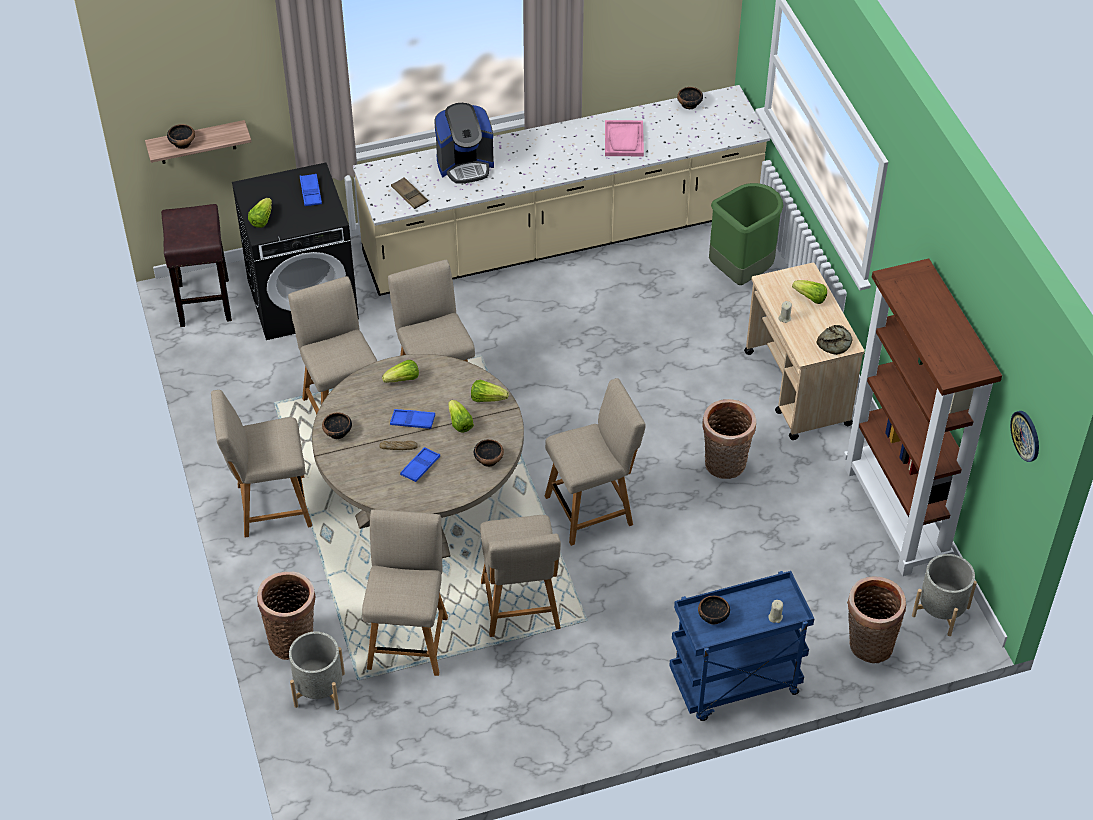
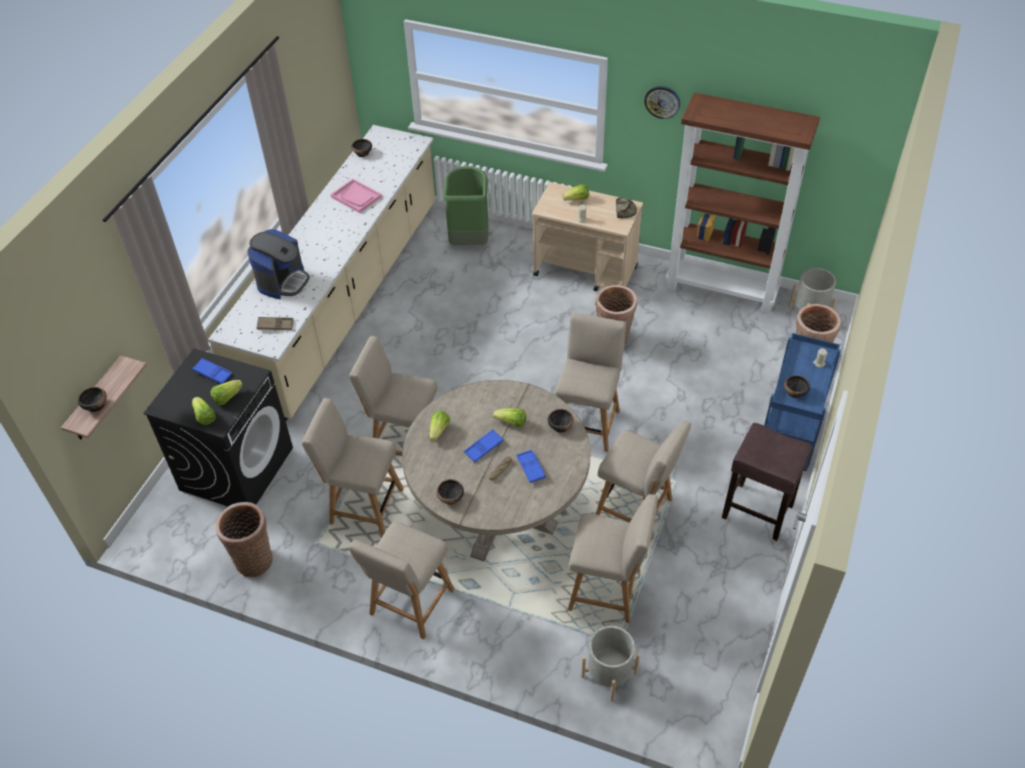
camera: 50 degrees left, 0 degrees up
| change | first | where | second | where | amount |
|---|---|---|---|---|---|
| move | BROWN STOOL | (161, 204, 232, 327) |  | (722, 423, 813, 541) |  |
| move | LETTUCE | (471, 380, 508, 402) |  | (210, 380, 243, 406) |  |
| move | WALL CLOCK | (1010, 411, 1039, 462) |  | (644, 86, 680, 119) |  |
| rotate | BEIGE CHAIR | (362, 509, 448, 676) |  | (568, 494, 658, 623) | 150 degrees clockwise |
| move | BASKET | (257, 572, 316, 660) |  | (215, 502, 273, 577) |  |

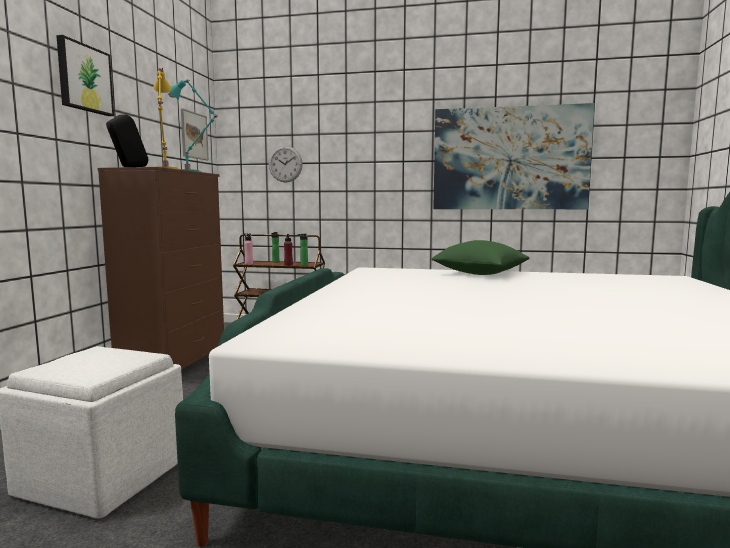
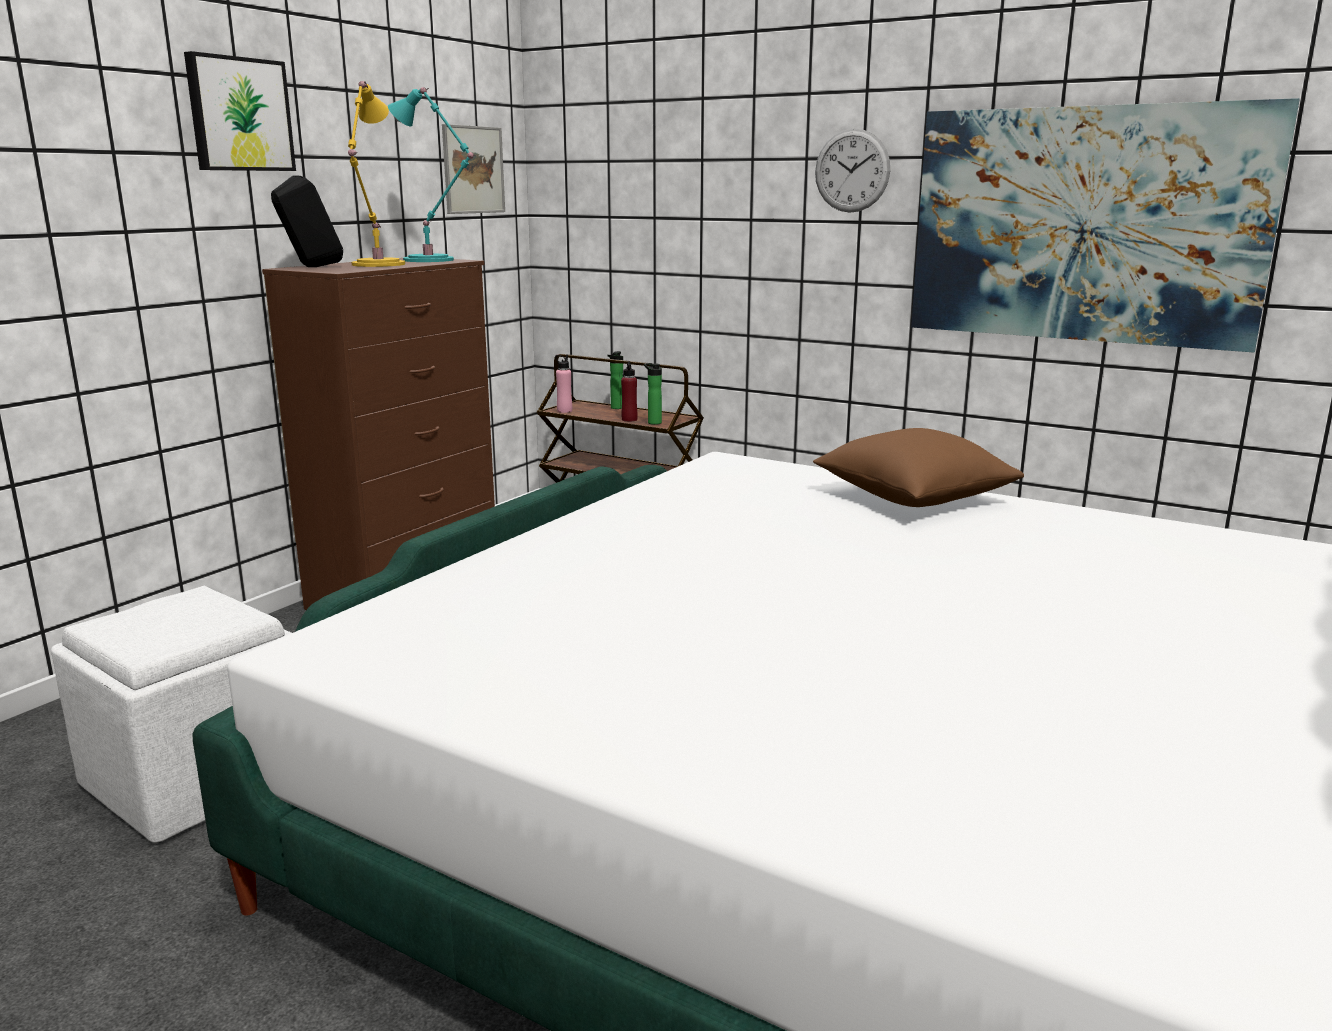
camera: 20 degrees right, 10 degrees up
| change | first | where | second | where | amount |
|---|---|---|---|---|---|
| move | WALL CLOCK | (268, 146, 303, 182) |  | (815, 129, 890, 213) |  |
| recolor | GREEN PILLOW | (431, 240, 529, 275) | BROWN PILLOW | (813, 428, 1024, 507) |  |

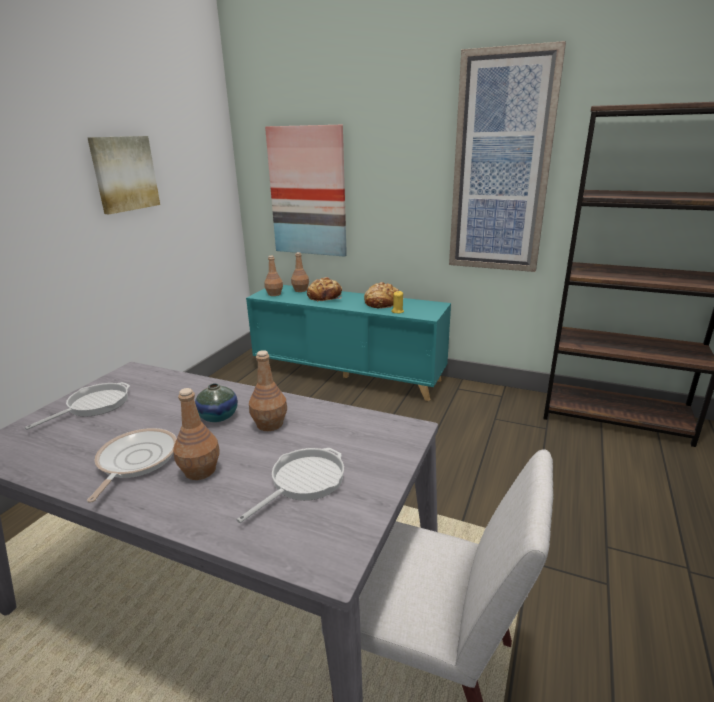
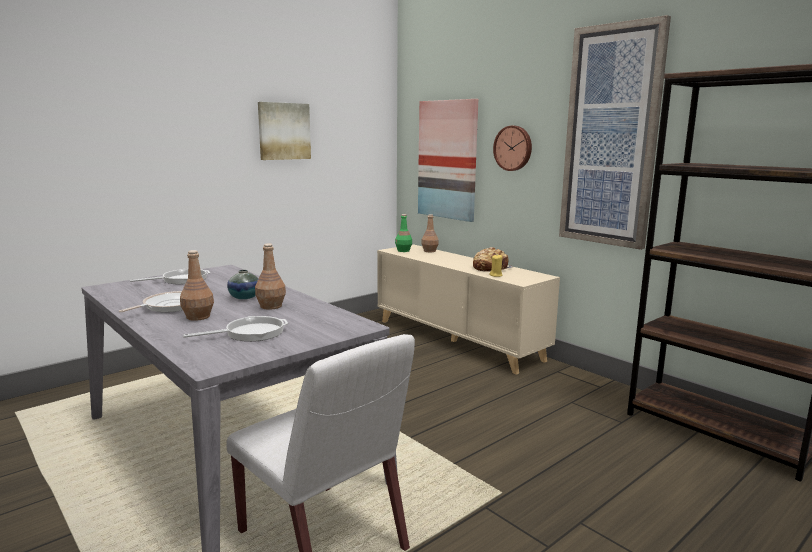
camera: 25 degrees right, 10 degrees down
| change | first | where | second | where | amount |
|---|---|---|---|---|---|
| recolor | BROWN BOTTLE | (264, 256, 283, 296) | GREEN BOTTLE | (395, 214, 412, 252) |  |
| delete | BREAD | (307, 277, 342, 302) |  |  |  |
| recolor | TURQUOISE CABINET | (246, 285, 451, 401) | BEIGE CABINET | (377, 244, 560, 375) |  |
| insert |  |  | WALL CLOCK | (493, 126, 532, 171) |  |

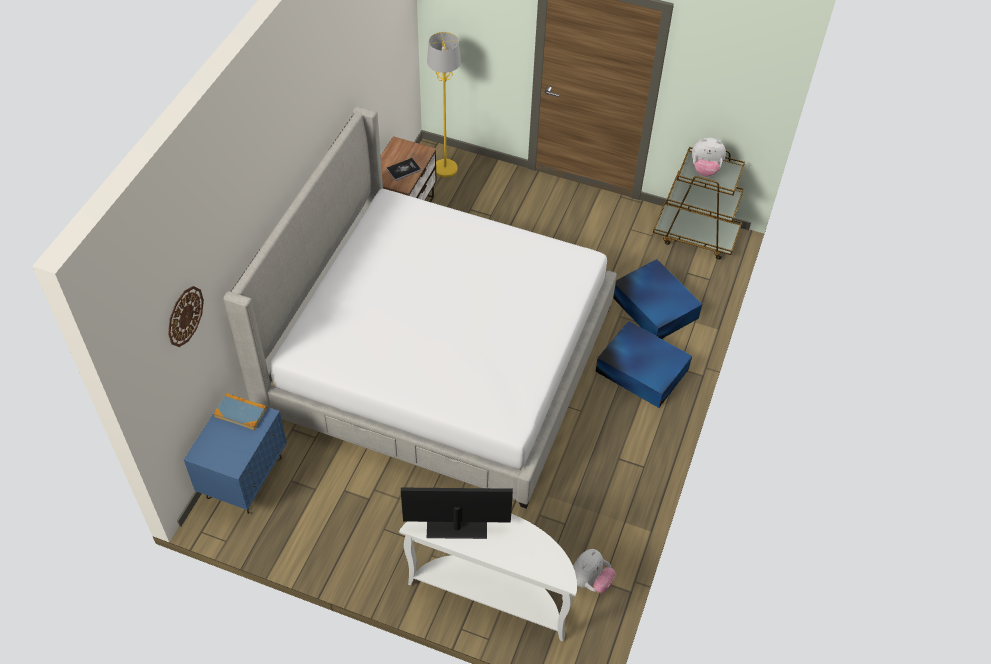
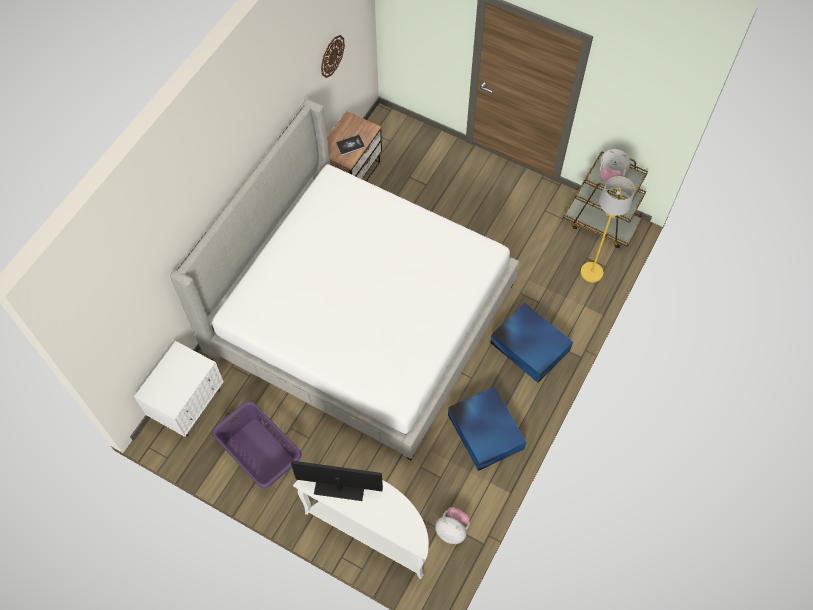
camera: 10 degrees right, 10 degrees up
| change | first | where | second | where | amount |
|---|---|---|---|---|---|
| move | YELLOW FLOOR LAMP | (427, 32, 461, 177) |  | (581, 176, 635, 282) |  |
| move | BLUE STORAGE BOX | (613, 259, 702, 339) |  | (448, 386, 526, 471) |  |
| move | WALL CLOCK | (168, 286, 204, 347) |  | (321, 35, 345, 78) |  |
| recolor | BLUE NIGHTSTAND | (184, 393, 287, 514) | WHITE NIGHTSTAND | (134, 341, 224, 437) |  |
| delete | BOOK | (214, 393, 267, 430) |  |  |  |
| rotate | PLUSH TOY | (573, 549, 615, 593) |  | (435, 507, 470, 544) | 105 degrees counterclockwise |
| insert |  |  | PURPLE LAUNDRY BASKET | (212, 401, 302, 488) |  |

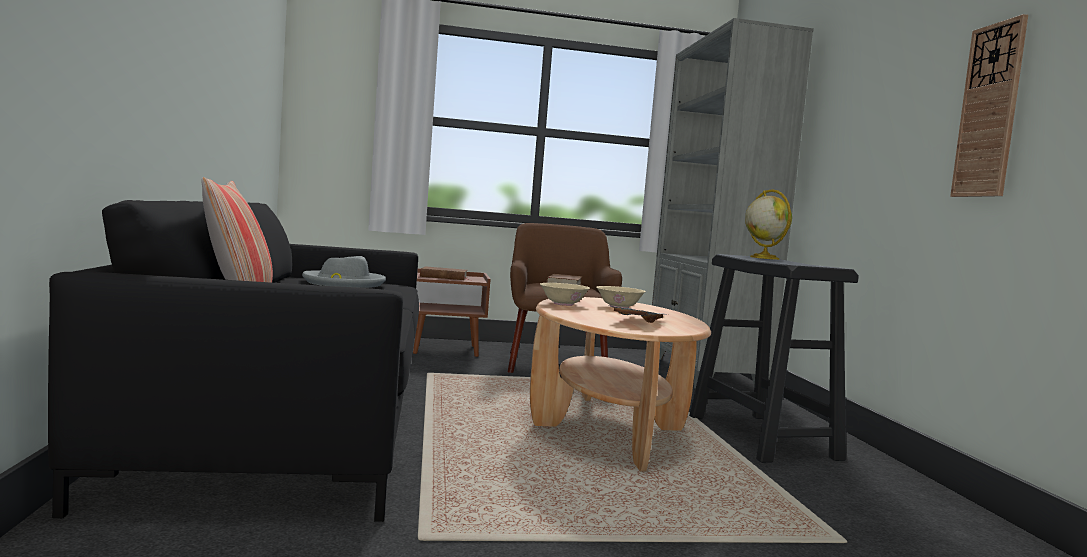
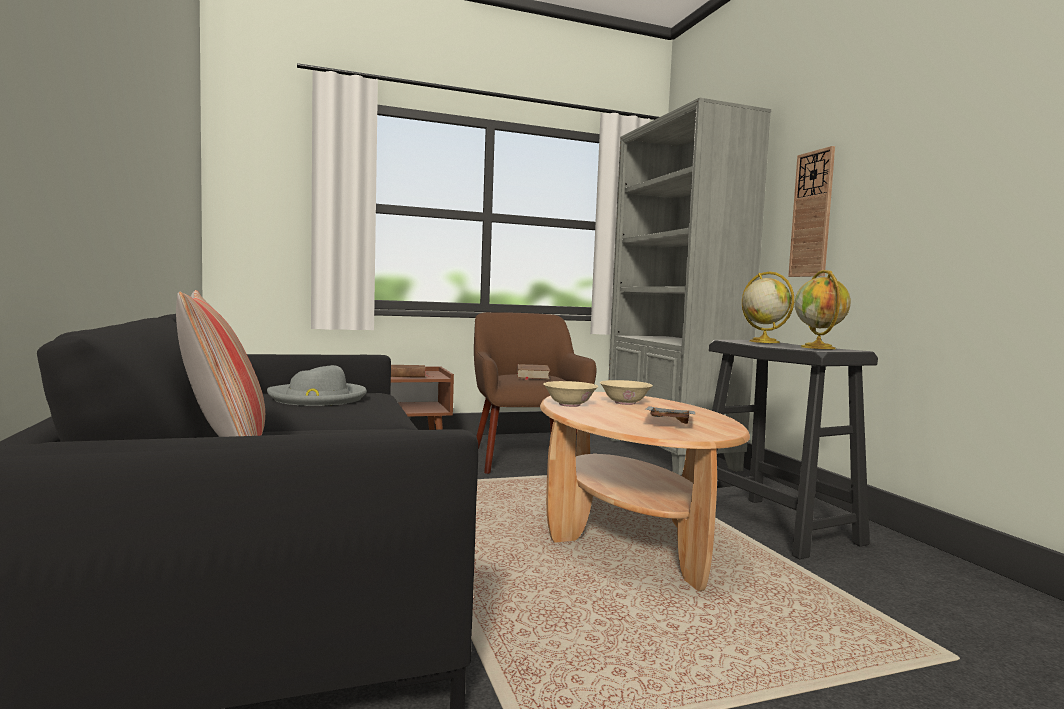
camera: 10 degrees left, 0 degrees up
| change | first | where | second | where | amount |
|---|---|---|---|---|---|
| move | WALL CLOCK | (950, 14, 1028, 197) |  | (788, 146, 835, 277) |  |
| insert |  |  | GLOBE | (794, 270, 851, 349) |  |

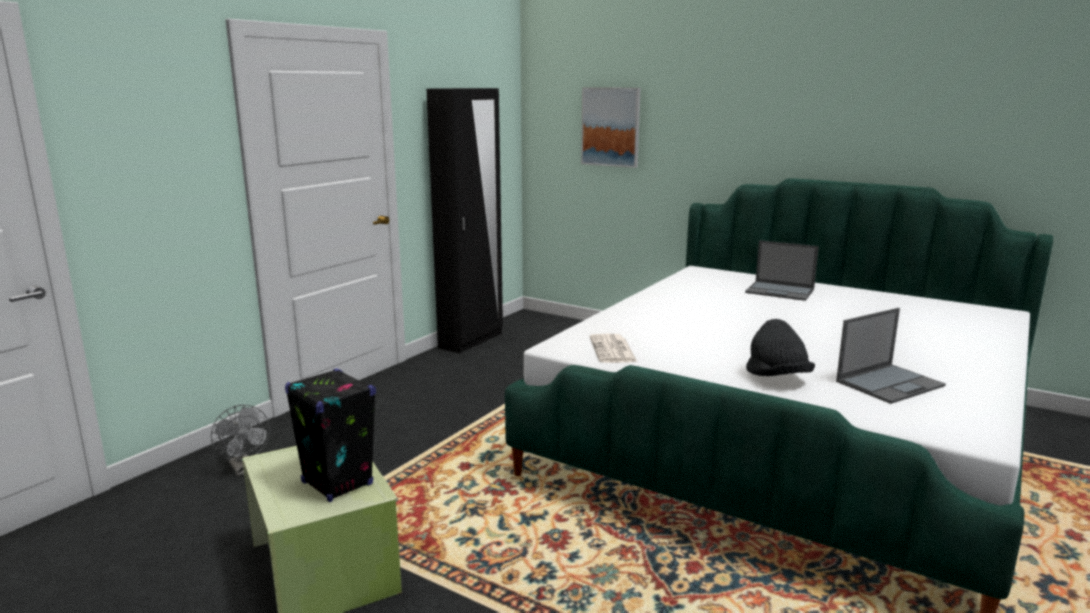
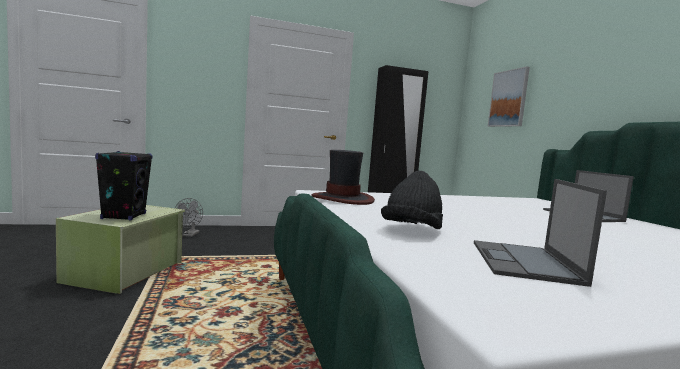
camera: 40 degrees right, 10 degrees down
| change | first | where | second | where | amount |
|---|---|---|---|---|---|
| rotate | LAPTOP | (836, 308, 946, 404) |  | (474, 179, 607, 287) | 90 degrees clockwise |
| replace | NEWSPAPER | (590, 334, 637, 363) | HAT | (311, 150, 375, 205) |  |

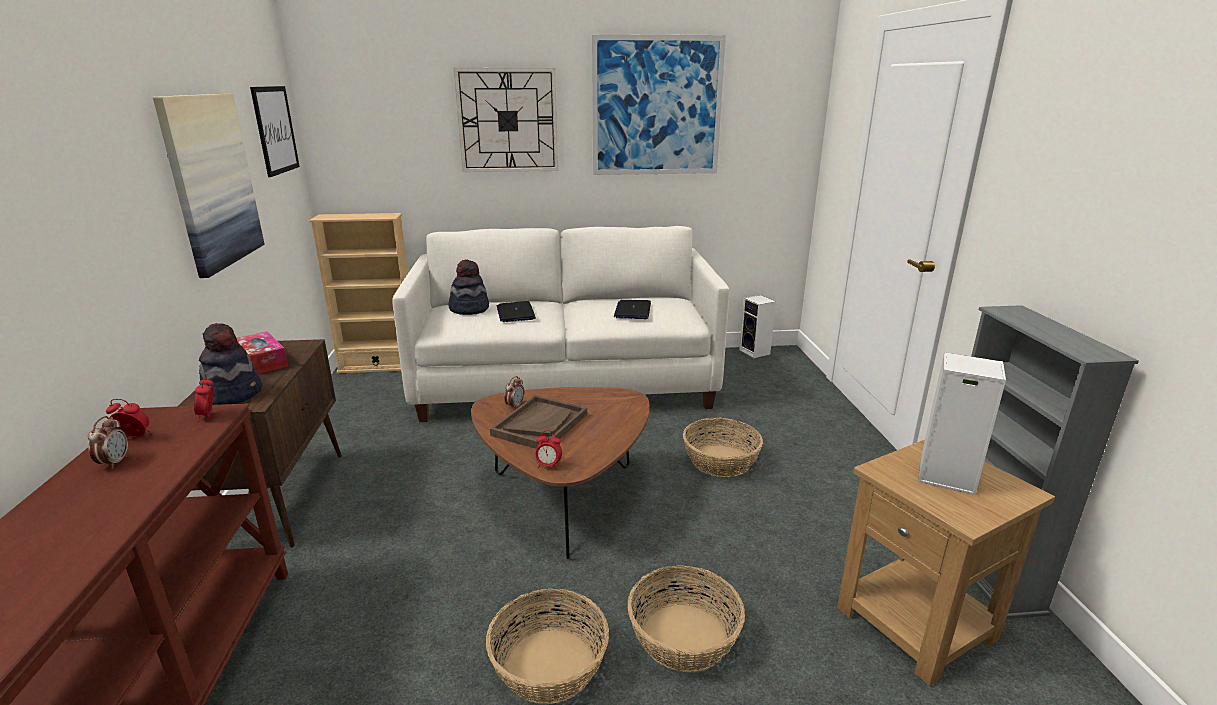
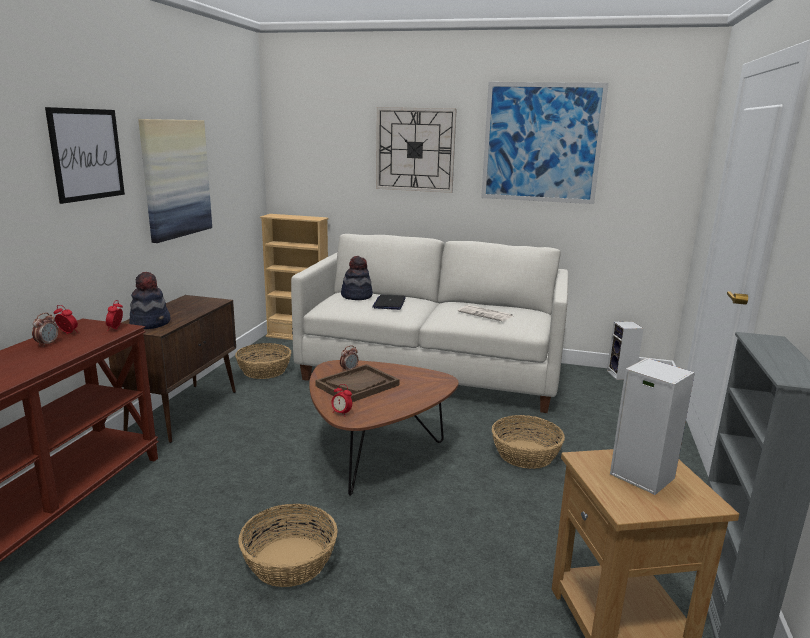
camera: 20 degrees right, 5 degrees down
| change | first | where | second | where | amount |
|---|---|---|---|---|---|
| move | PICTURE | (250, 86, 300, 177) |  | (45, 107, 125, 204) |  |
| replace | LAPTOP | (614, 300, 651, 319) | NEWSPAPER | (458, 305, 513, 321) |  |
| delete | TISSUE BOX | (237, 331, 288, 374) |  |  |  |
| move | BASKET | (628, 566, 745, 672) |  | (235, 343, 291, 379) |  |

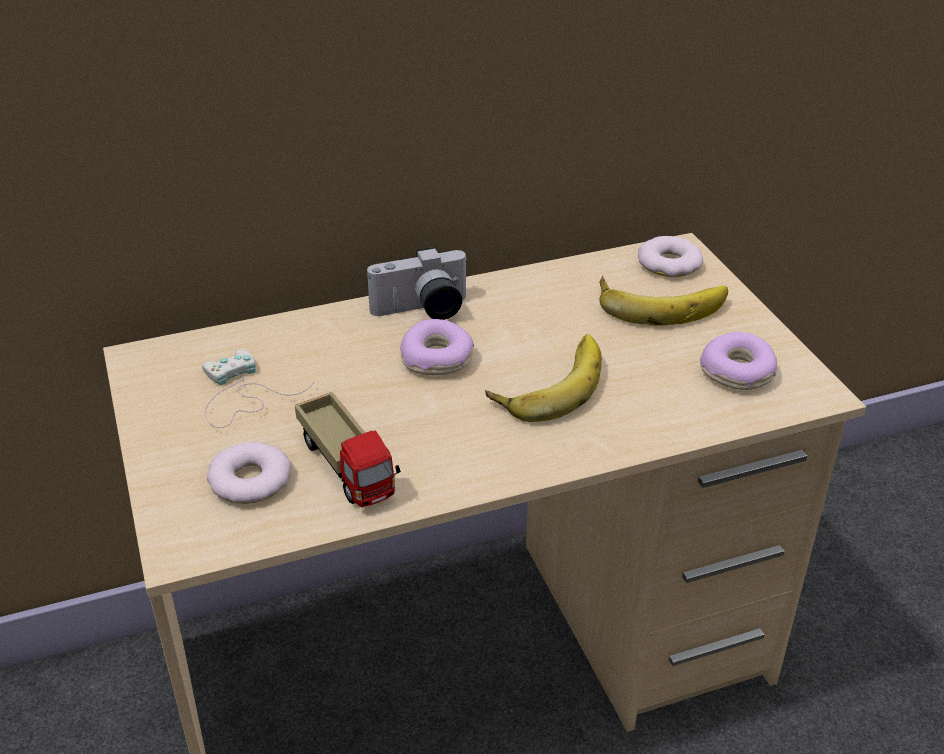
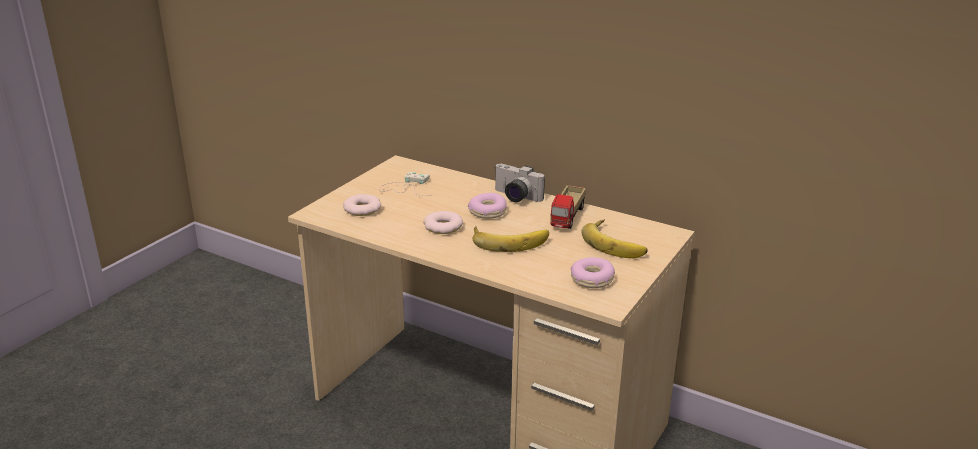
camera: 50 degrees right, 10 degrees down
| change | first | where | second | where | amount |
|---|---|---|---|---|---|
| move | DONUT | (638, 236, 703, 277) |  | (423, 211, 463, 234) |  |
| move | TOY TRUCK | (295, 392, 401, 507) |  | (550, 185, 586, 229) |  |

